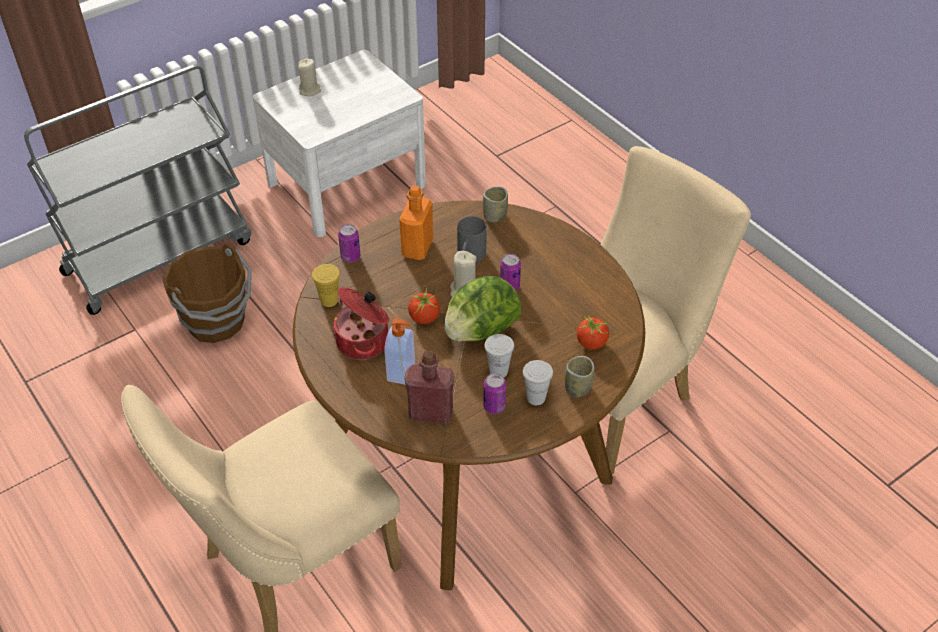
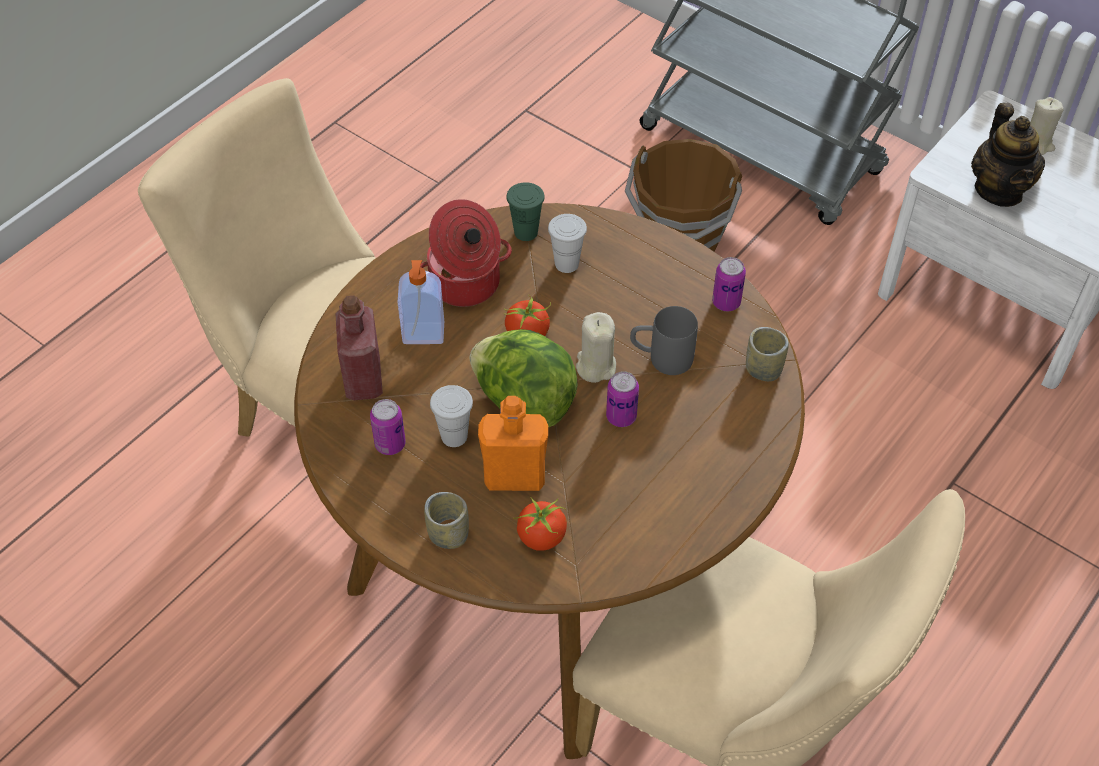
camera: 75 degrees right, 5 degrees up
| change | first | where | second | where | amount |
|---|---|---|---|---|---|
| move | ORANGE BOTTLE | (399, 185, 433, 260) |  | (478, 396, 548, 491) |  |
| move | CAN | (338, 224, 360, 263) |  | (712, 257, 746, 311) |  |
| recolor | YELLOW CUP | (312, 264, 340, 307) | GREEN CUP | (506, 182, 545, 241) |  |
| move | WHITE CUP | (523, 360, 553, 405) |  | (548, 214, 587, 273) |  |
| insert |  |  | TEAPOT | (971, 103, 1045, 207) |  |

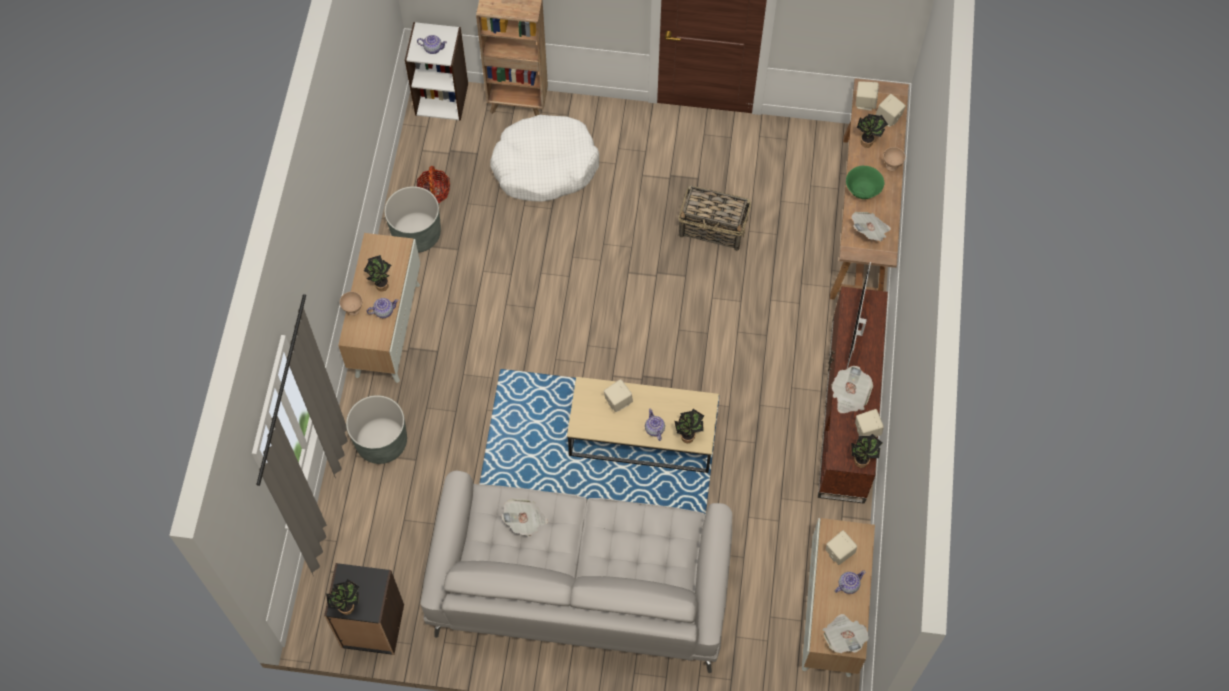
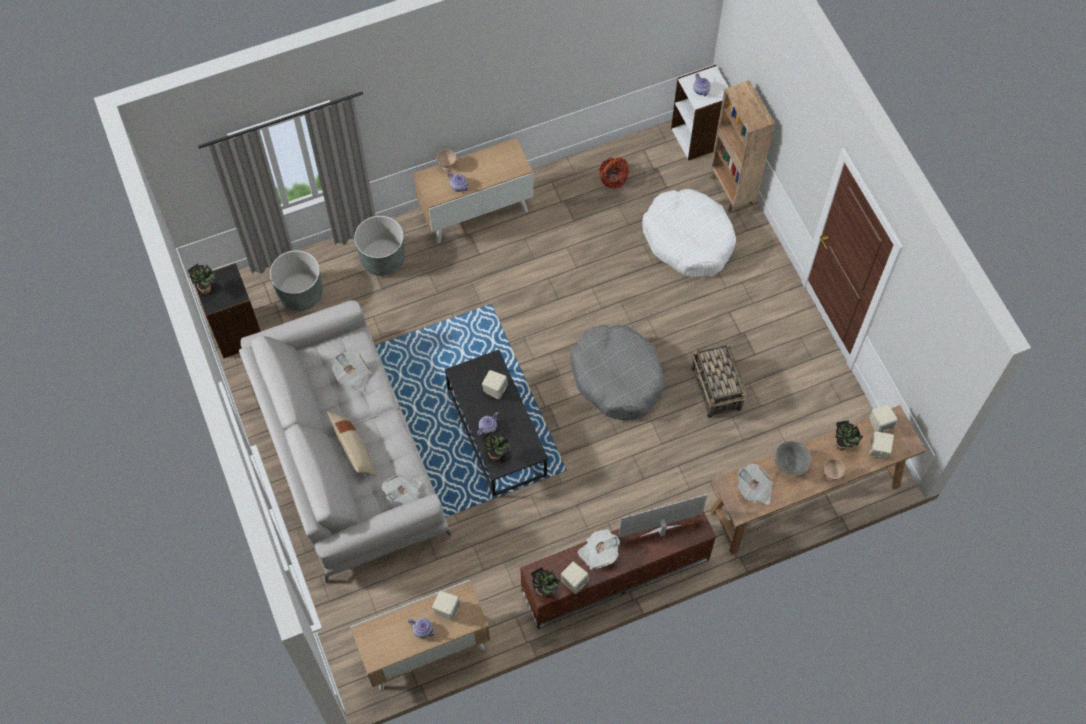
camera: 60 degrees right, 0 degrees up
| change | first | where | second | where | amount |
|---|---|---|---|---|---|
| recolor | GREEN BOWL | (846, 166, 885, 199) | GREY BOWL | (774, 441, 811, 476) |  |
| move | GREY PLANTER | (384, 186, 441, 253) |  | (270, 250, 323, 311) |  |
| delete | POTTED PLANT | (364, 255, 391, 292) |  |  |  |
| recolor | BEIGE COFFEE TABLE | (567, 377, 719, 473) | BLACK COFFEE TABLE | (445, 350, 548, 496) |  |
| move | NEWSPAPER | (822, 614, 869, 653) |  | (382, 474, 422, 504) |  |
| insert |  |  | GREY DOG BED | (570, 325, 664, 420) |  |
| insert |  |  | BEIGE PILLOW | (327, 411, 377, 476) |  |

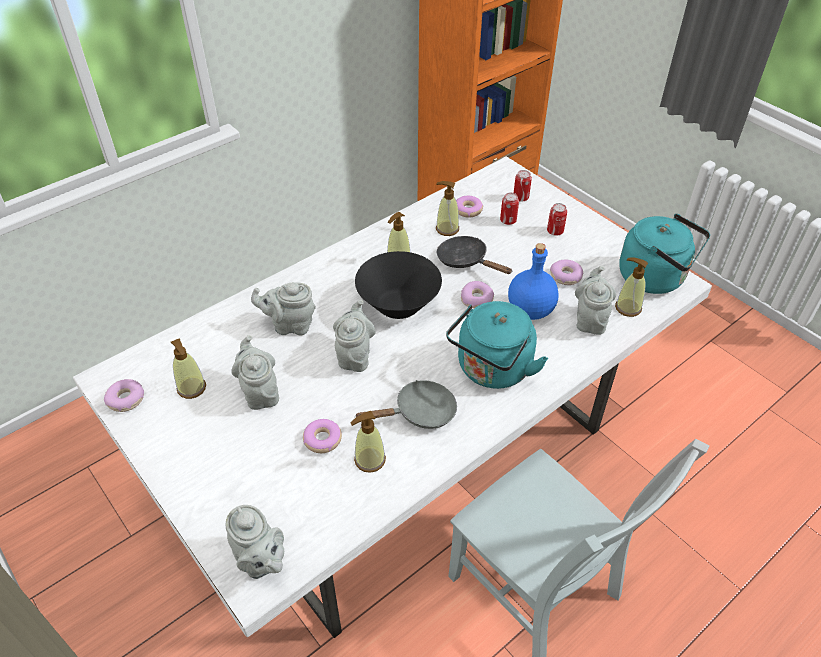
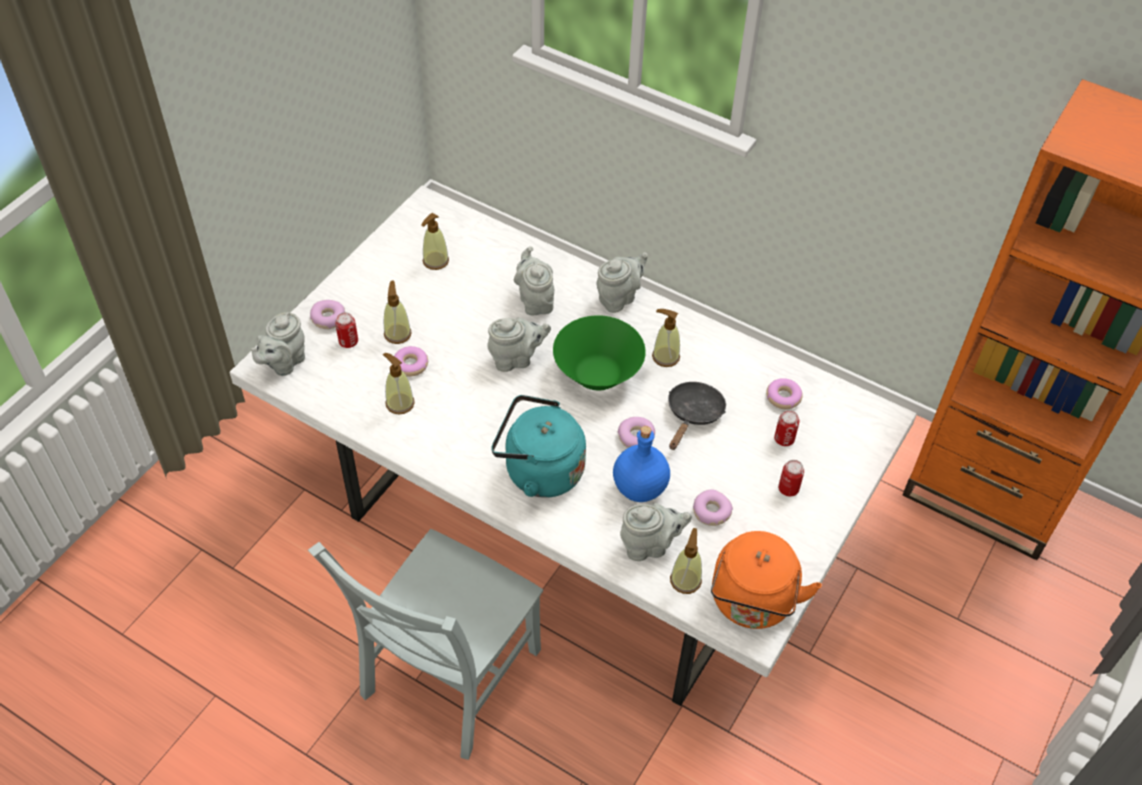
camera: 70 degrees right, 5 degrees up
| change | first | where | second | where | amount |
|---|---|---|---|---|---|
| move | CAN | (514, 170, 532, 202) |  | (335, 312, 358, 348) |  |
| move | SOAP DISPENSER | (436, 181, 459, 236) |  | (384, 281, 412, 344) |  |
| recolor | TURQUOISE KETTLE | (619, 214, 710, 294) | ORANGE KETTLE | (711, 531, 822, 629) |  |
| recolor | BLACK BOWL | (355, 251, 442, 319) | GREEN BOWL | (553, 315, 646, 390) |  |
| move | GREY TEAPOT | (231, 335, 279, 410) |  | (597, 252, 648, 313) |  |
| move | DONUT | (104, 379, 144, 412) |  | (310, 300, 345, 329) |  |
| delete | GREY FRYING PAN | (354, 380, 457, 429) |  |  |  |

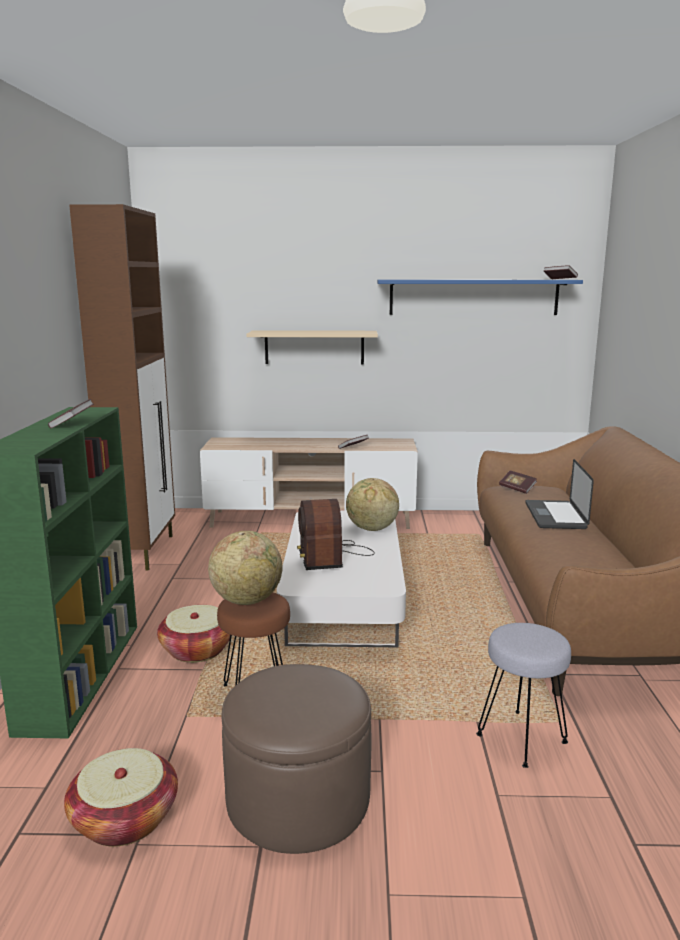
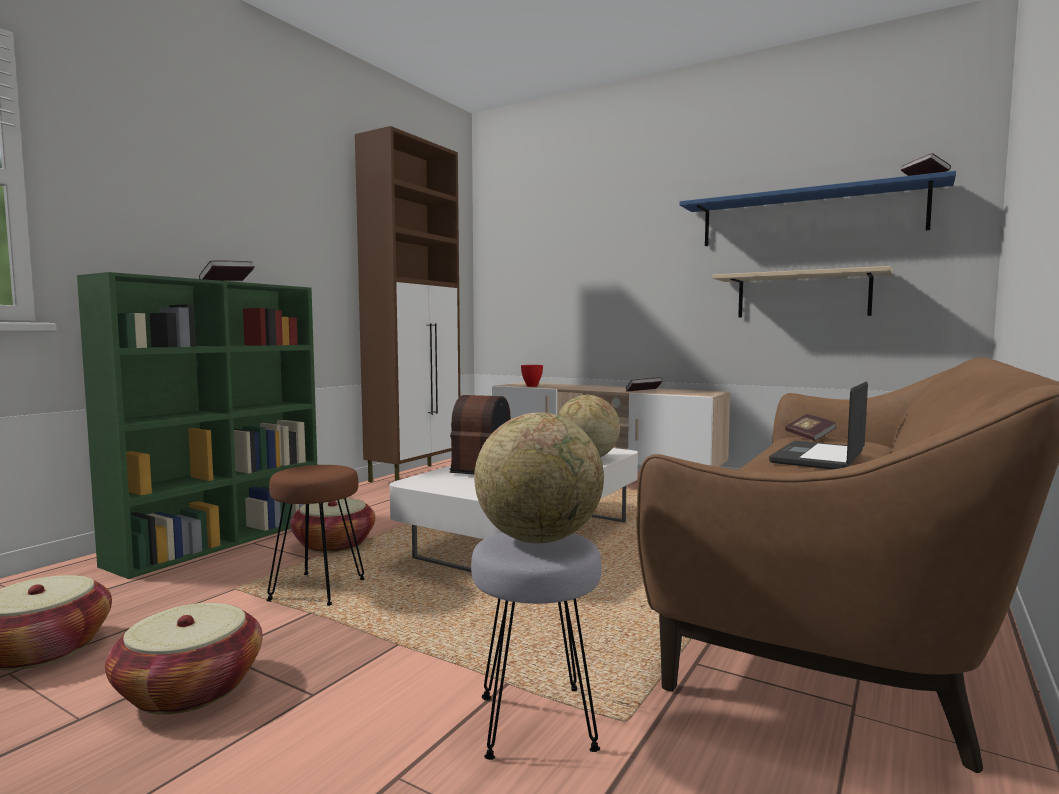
camera: 30 degrees right, 10 degrees down
| change | first | where | second | where | amount |
|---|---|---|---|---|---|
| move | BEIGE SHELF | (246, 330, 378, 364) |  | (712, 266, 893, 317) |  |
| move | GLOBE | (208, 531, 282, 605) |  | (474, 412, 604, 543) |  |
| replace | BROWN OTTOMAN | (222, 664, 371, 854) | BASKET | (105, 603, 263, 715) |  |
| insert |  |  | RED BOWL | (521, 365, 543, 387) |  |

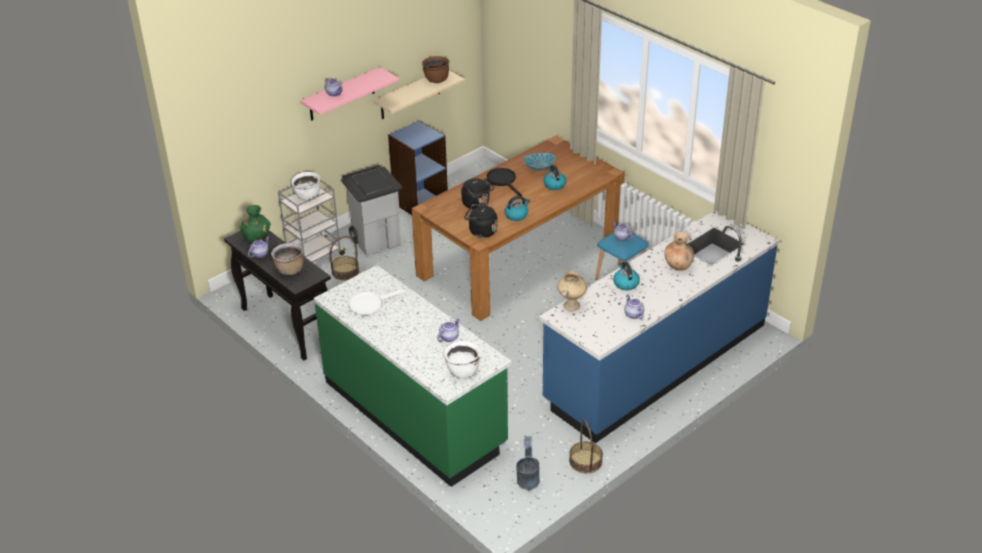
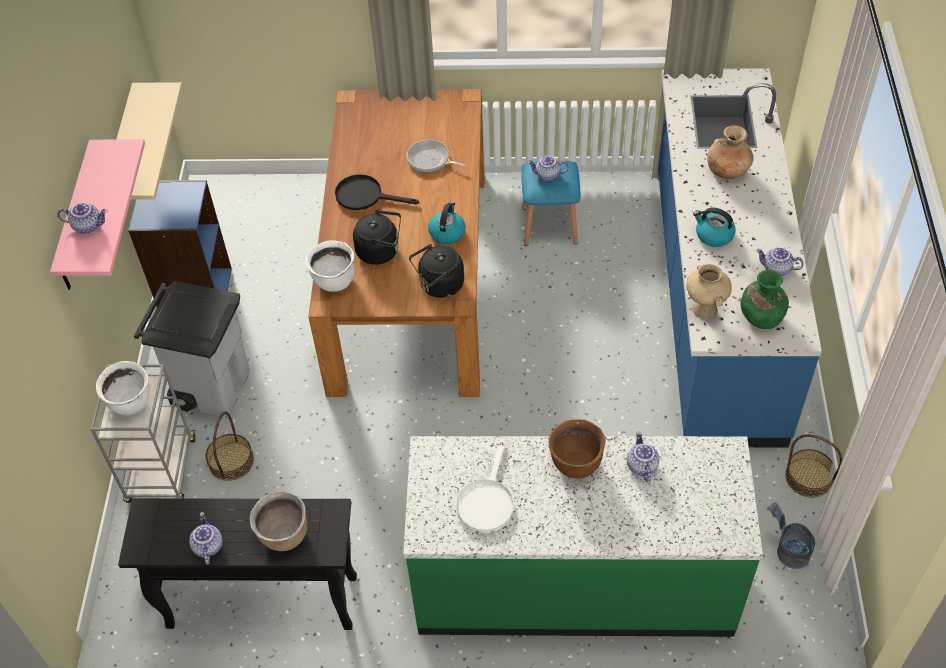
camera: 45 degrees left, 15 degrees up
| change | first | where | second | where | amount |
|---|---|---|---|---|---|
| move | BROWN COOKING POT | (422, 56, 449, 83) |  | (548, 419, 605, 479) |  |
| delete | BOWL | (523, 153, 556, 170) |  |  |  |
| replace | KETTLE | (543, 165, 567, 190) | FRYING PAN | (407, 140, 466, 172) |  |
| move | GREEN VASE | (239, 205, 271, 242) |  | (740, 270, 789, 329) |  |
| move | WHITE COOKING POT | (444, 341, 480, 379) |  | (306, 240, 355, 292) |  |

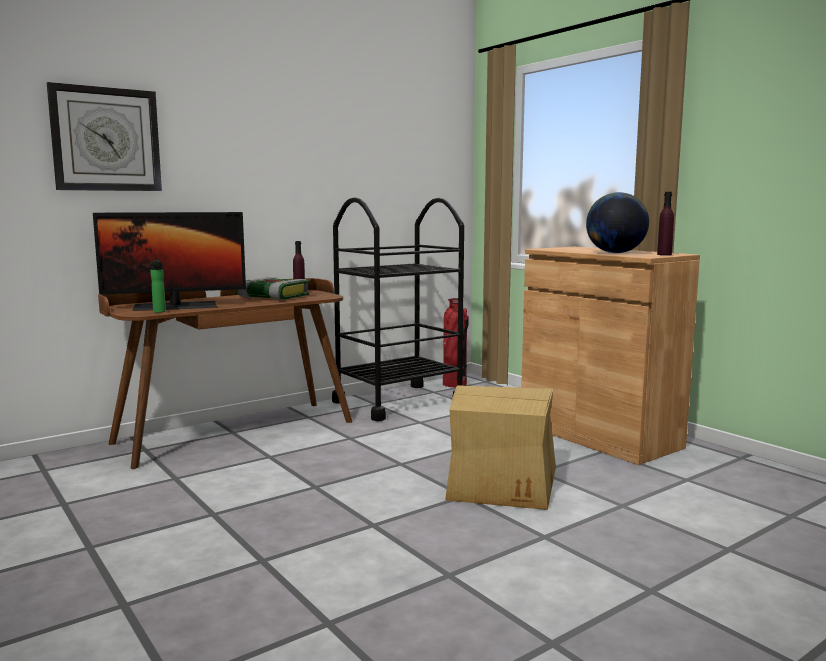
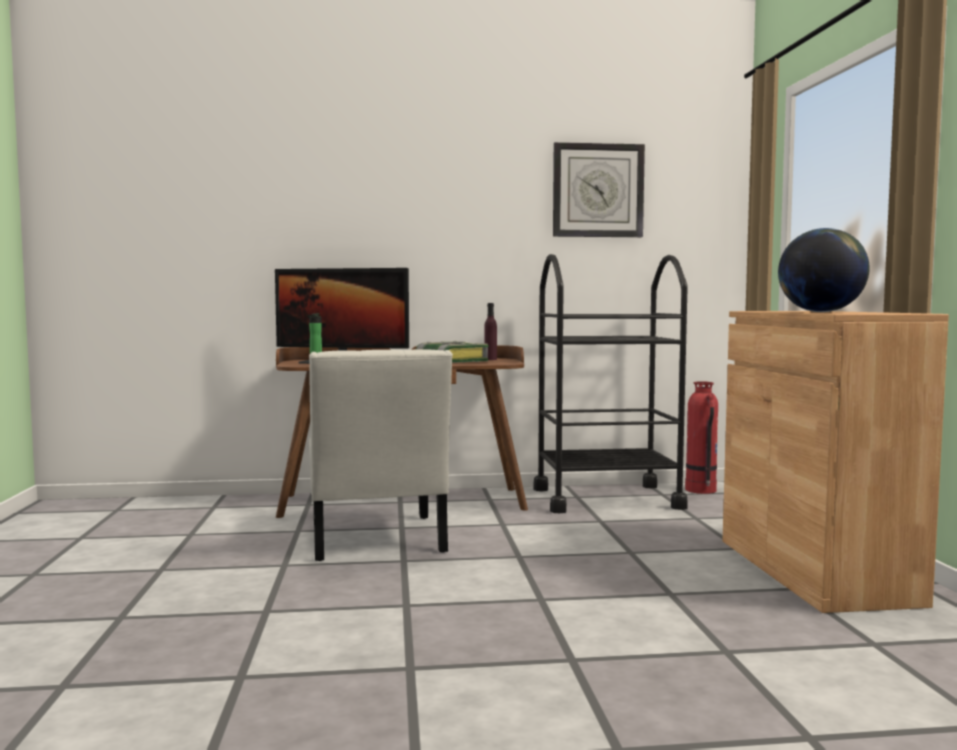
camera: 30 degrees right, 5 degrees down
| change | first | where | second | where | amount |
|---|---|---|---|---|---|
| move | WALL CLOCK | (47, 82, 162, 191) |  | (553, 142, 645, 237) |  |
| delete | PURPLE BOTTLE | (657, 192, 674, 255) |  |  |  |
| delete | CARDBOARD BOX | (445, 385, 556, 510) |  |  |  |
| insert |  |  | WHITE CHAIR | (309, 349, 453, 561) |  |

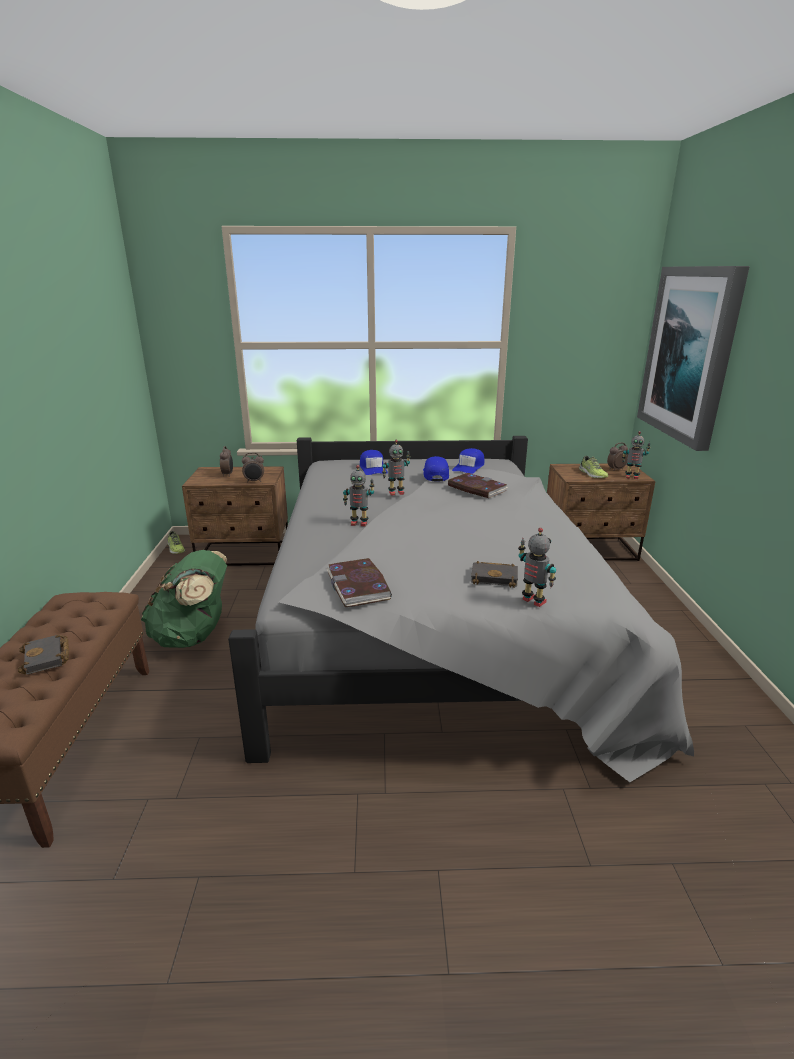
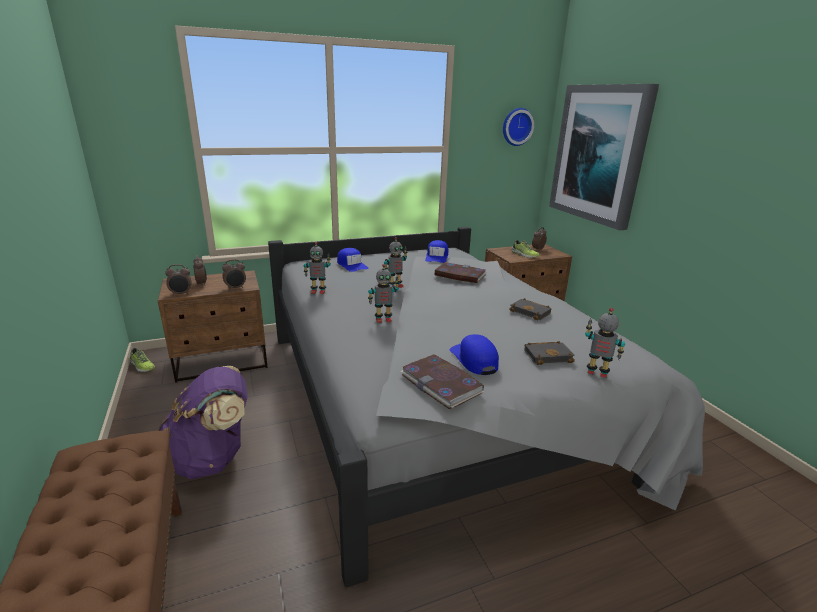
camera: 20 degrees left, 0 degrees up
| change | first | where | second | where | amount |
|---|---|---|---|---|---|
| move | TOY ROBOT | (622, 431, 650, 479) |  | (304, 242, 331, 294) |  |
| move | BLUE CAP | (423, 456, 449, 482) |  | (450, 334, 499, 375) |  |
| recolor | GREEN BACKPACK | (141, 550, 227, 648) | PURPLE BACKPACK | (158, 366, 248, 479) |  |
| move | BLACK BOOK | (18, 635, 69, 675) |  | (509, 298, 552, 320) |  |
| insert |  |  | WALL CLOCK | (503, 108, 534, 146) |  |
| insert |  |  | ALARM CLOCK | (165, 264, 192, 296) |  |

